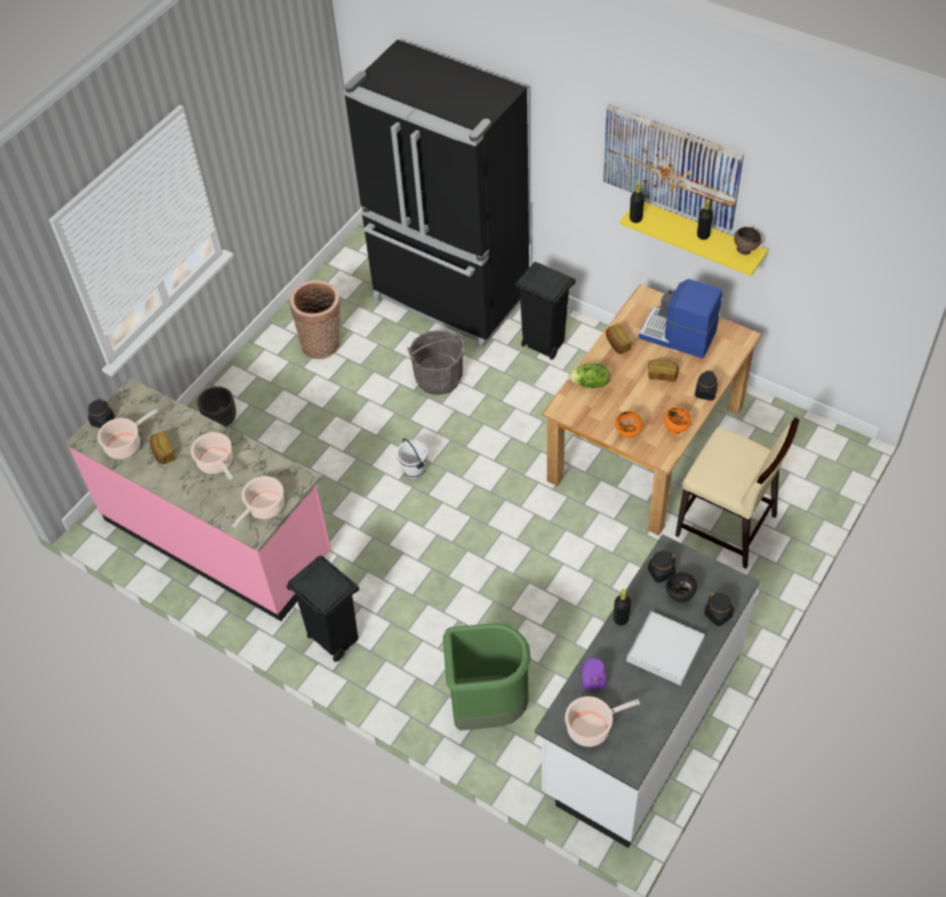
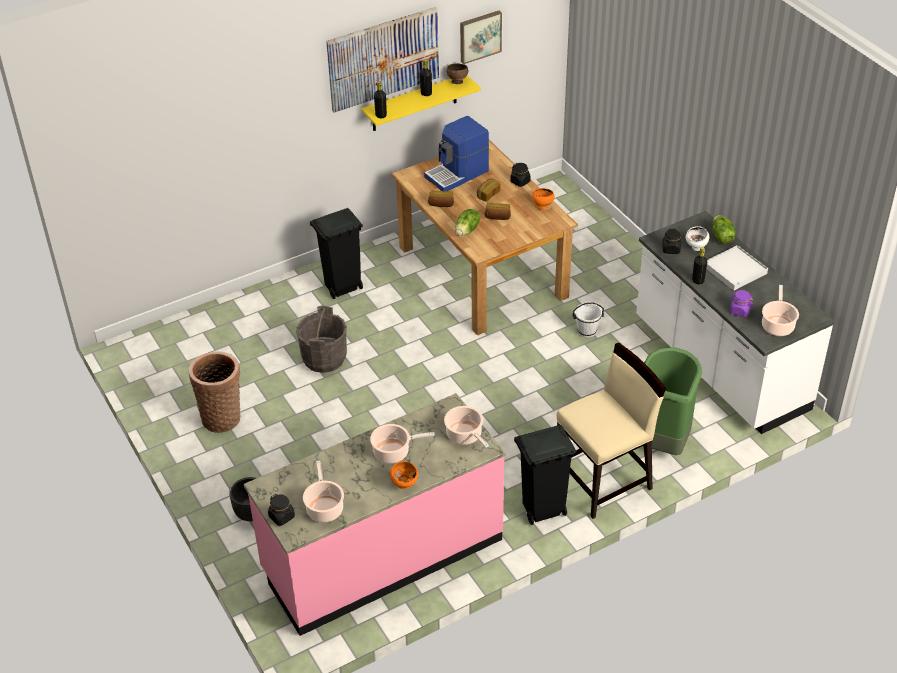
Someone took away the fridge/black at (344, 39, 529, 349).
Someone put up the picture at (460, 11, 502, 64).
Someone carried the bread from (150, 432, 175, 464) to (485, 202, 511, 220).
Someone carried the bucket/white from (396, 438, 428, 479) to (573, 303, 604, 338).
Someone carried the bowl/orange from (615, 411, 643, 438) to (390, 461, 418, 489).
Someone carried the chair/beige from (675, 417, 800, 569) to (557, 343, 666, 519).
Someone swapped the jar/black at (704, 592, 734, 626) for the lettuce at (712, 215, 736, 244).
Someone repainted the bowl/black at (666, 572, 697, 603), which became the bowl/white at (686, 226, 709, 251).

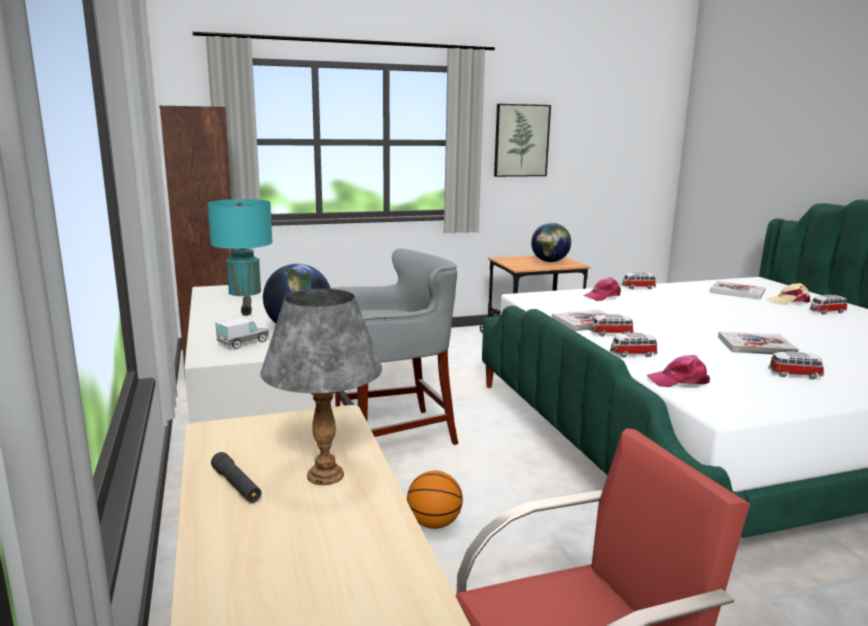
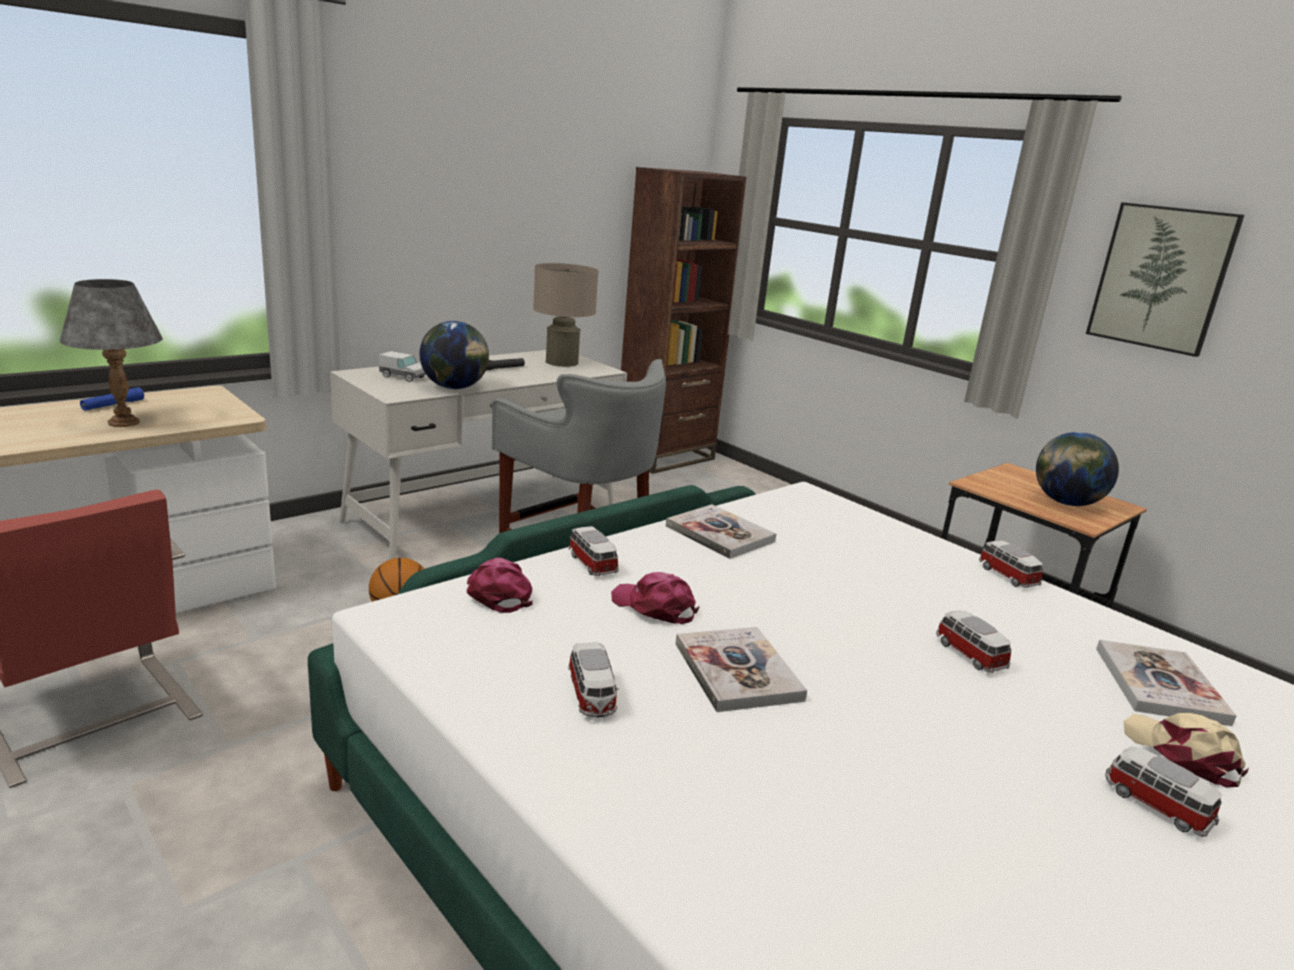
Someone carried the cap/pink from (583, 277, 621, 301) to (611, 572, 700, 624).
Someone carried the toy car from (590, 314, 634, 336) to (936, 610, 1011, 673).
Someone repainted the table lamp/turquoise at (207, 199, 273, 296), which became the table lamp/beige at (533, 263, 599, 367).
Someone repainted the flashlight/black at (211, 452, 262, 503), which became the flashlight/blue at (80, 387, 144, 411).

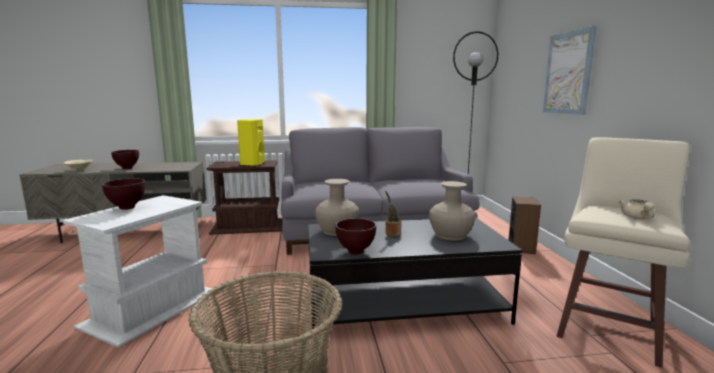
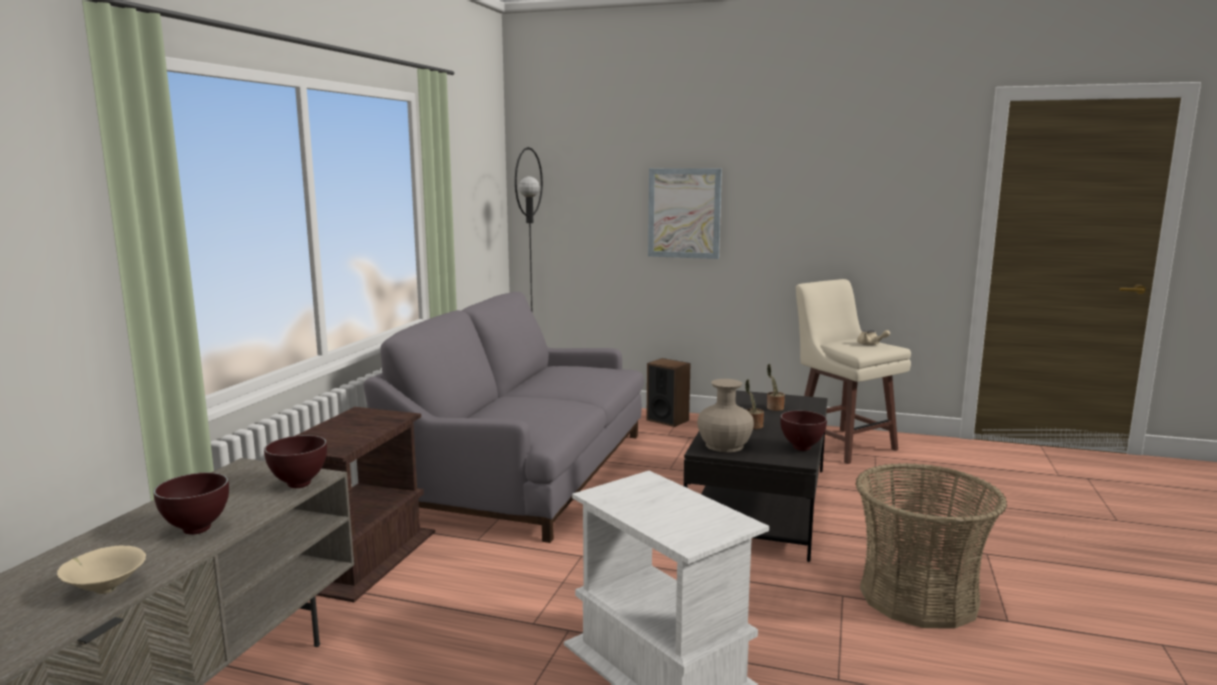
Someone took away the speaker/yellow at (237, 119, 265, 166).
Someone carried the bowl/brown from (102, 178, 145, 210) to (264, 435, 327, 488).
Someone swapped the vase/beige at (429, 181, 476, 240) for the potted plant at (767, 364, 785, 411).

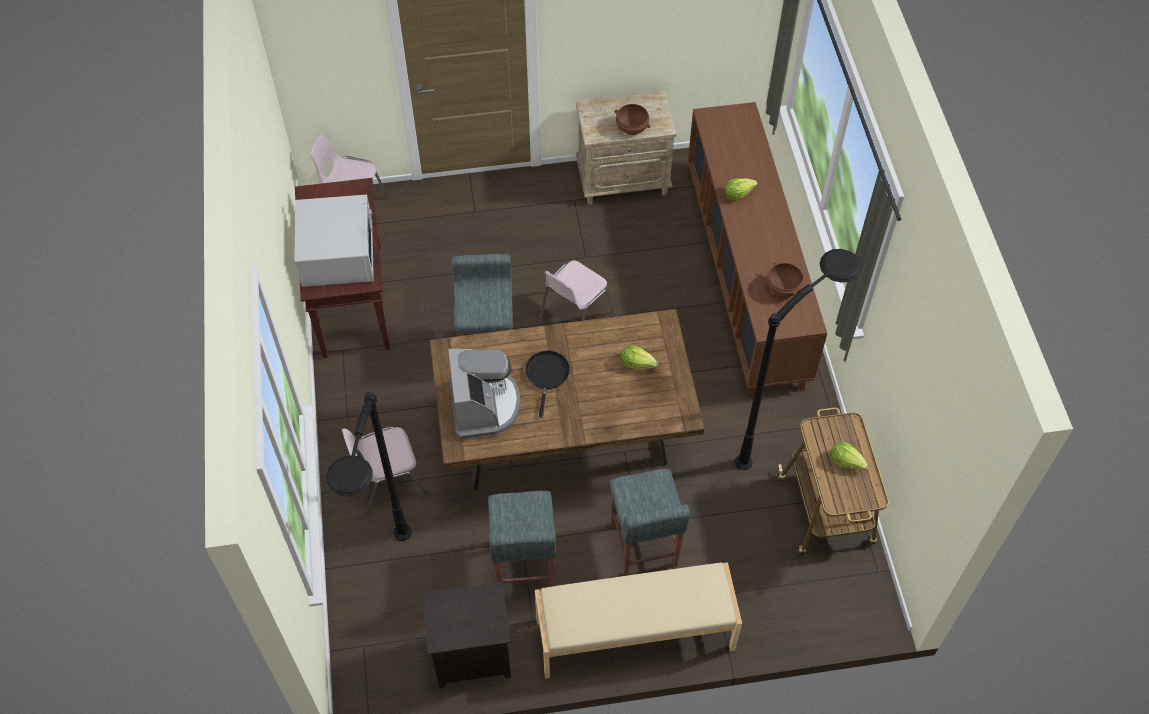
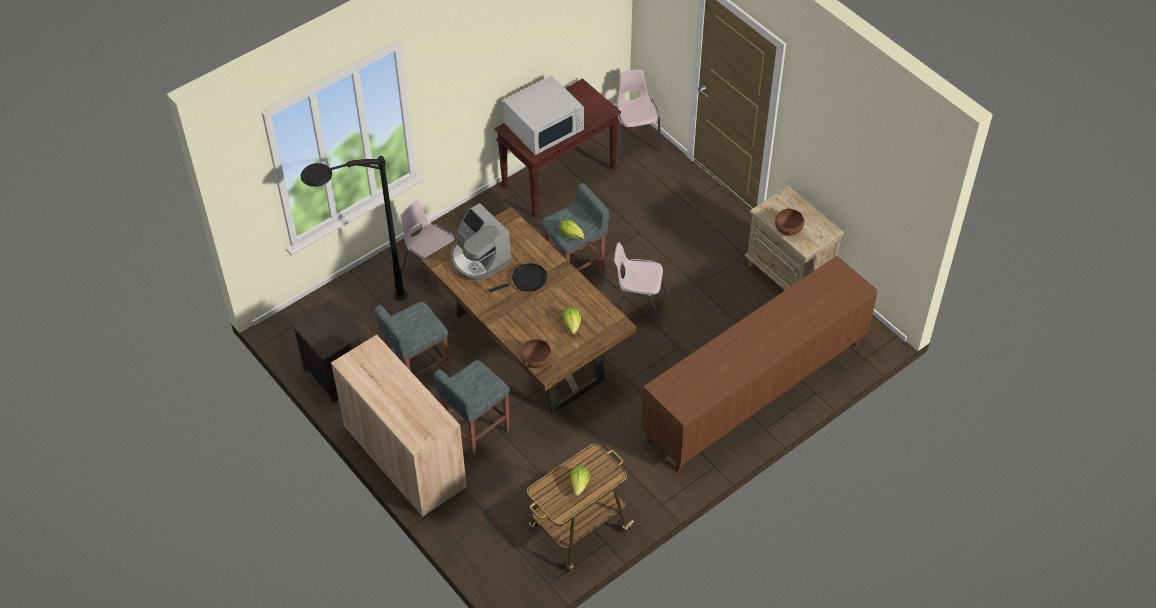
Someone took away the floor lamp/black at (735, 249, 862, 470).
Someone carried the lettuce from (724, 178, 758, 201) to (559, 219, 585, 239).
Someone carried the bowl/brown from (767, 262, 804, 297) to (520, 339, 552, 368).
Someone swapped the bench/beige at (535, 562, 742, 679) for the cabinet/beige at (331, 335, 467, 517).
Someone rotated the coffee machine at (448, 349, 521, 439) by 90 degrees clockwise.

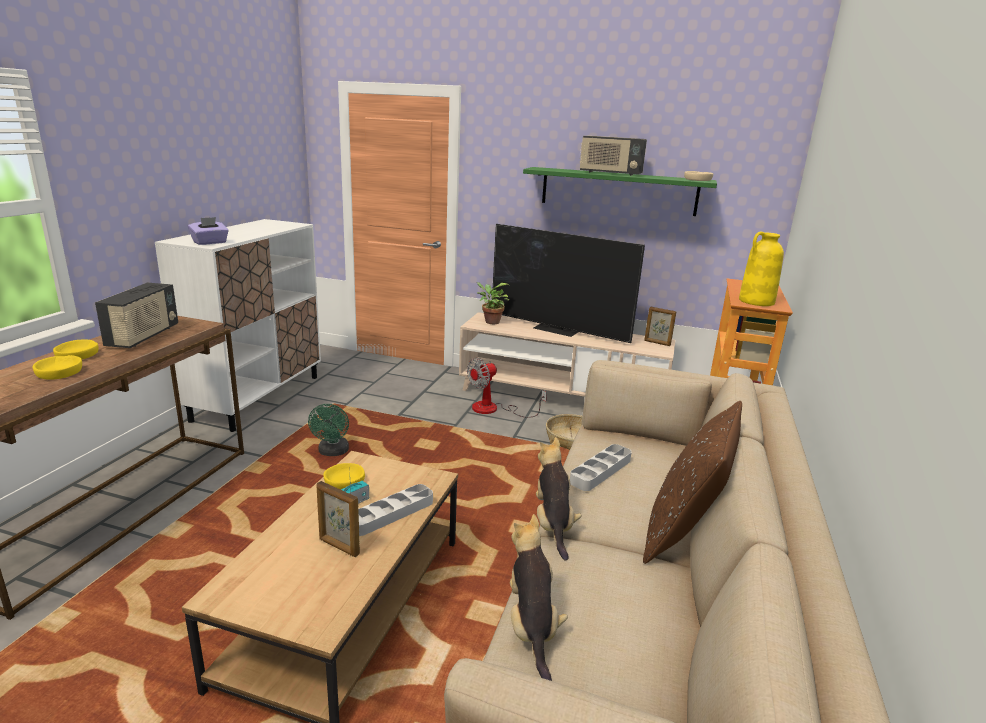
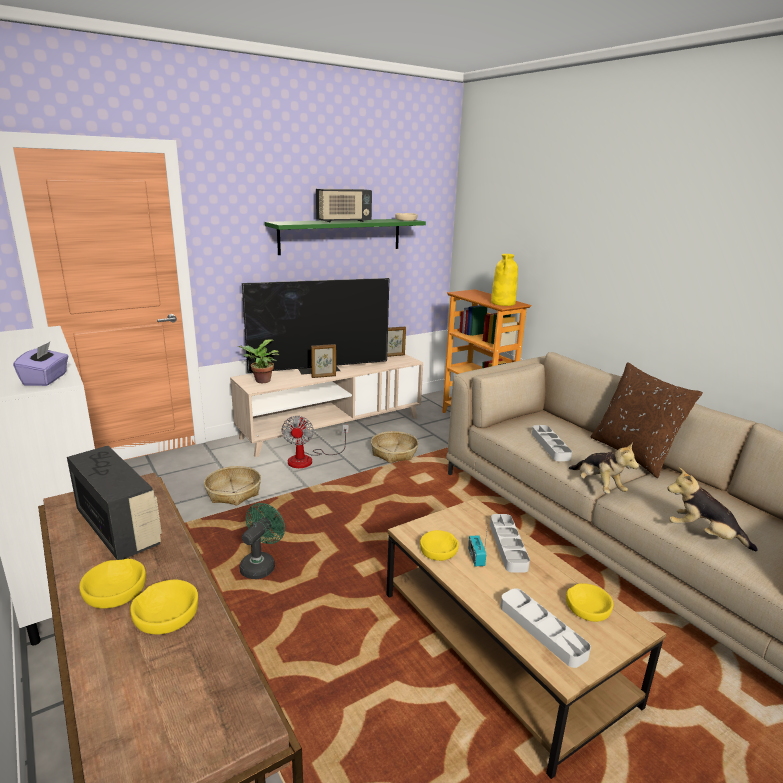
Someone put down the basket at (204, 466, 261, 506).
Someone put down the tray/grey at (500, 588, 591, 668).
Someone put down the bowl/yellow at (566, 583, 613, 622).
Someone carried the picture frame from (316, 481, 360, 557) to (311, 344, 336, 378).
Someone rotated the fan/green at (308, 404, 349, 456) by 105 degrees counterclockwise.
Someone rotated the plush toy at (536, 437, 582, 561) by 150 degrees counterclockwise.

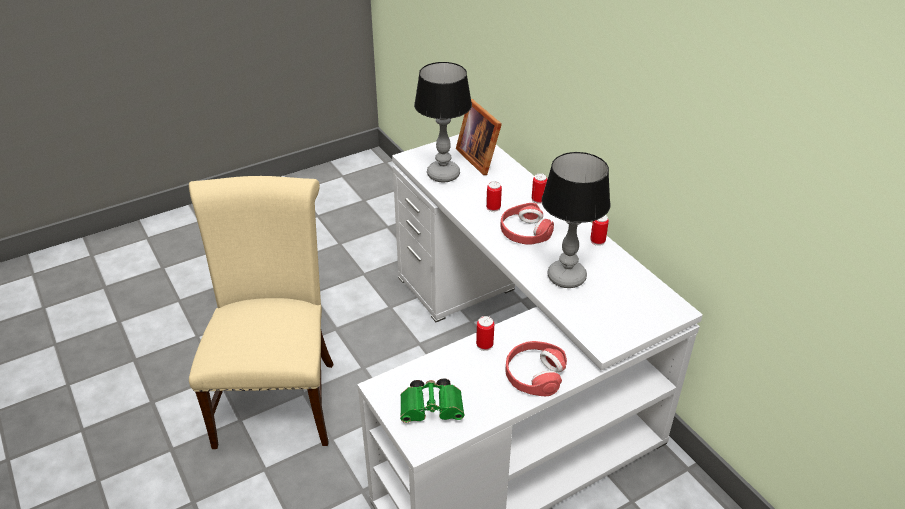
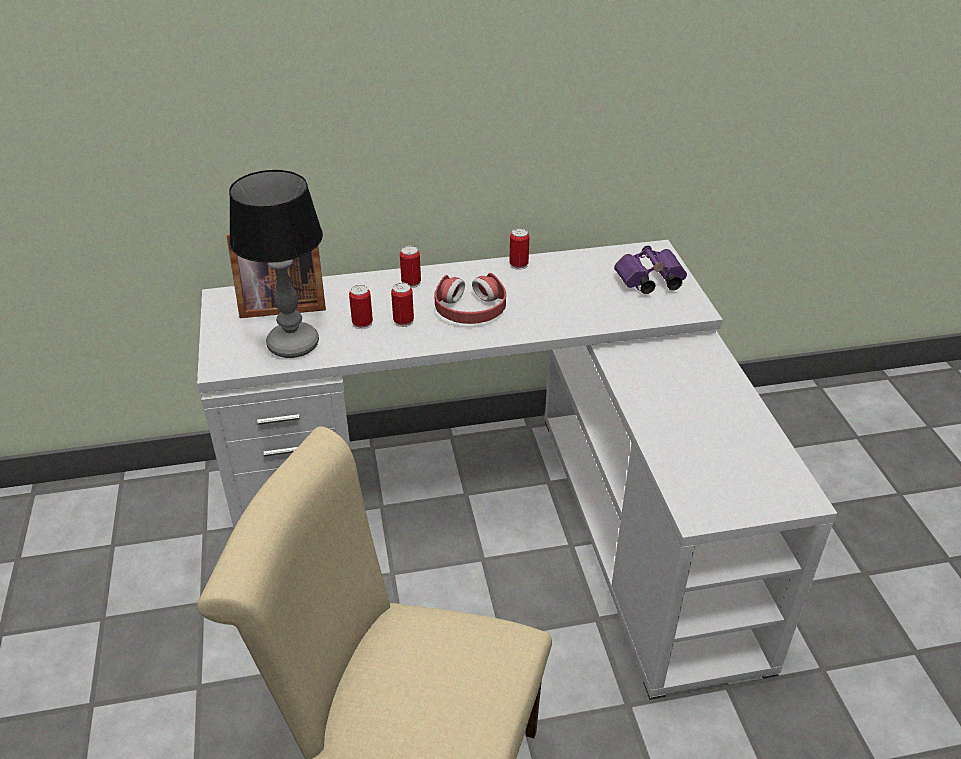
Someone took away the binoculars/green at (400, 378, 465, 423).
Someone took away the headphones/red at (505, 341, 567, 396).
Someone took away the table lamp at (542, 152, 611, 288).
Someone put down the binoculars/purple at (614, 245, 687, 294).
Someone carried the can from (476, 316, 494, 351) to (349, 285, 373, 329).

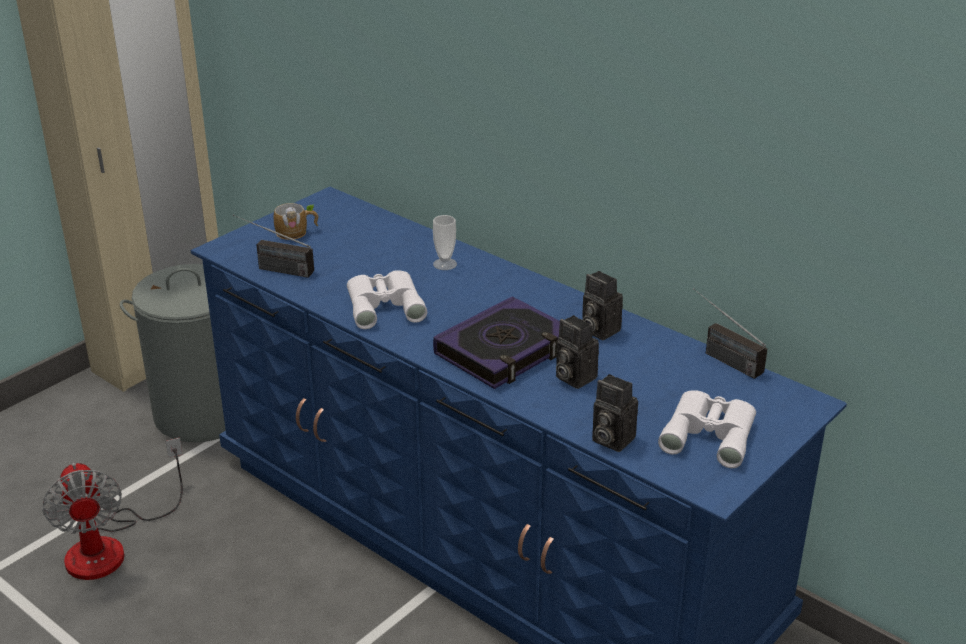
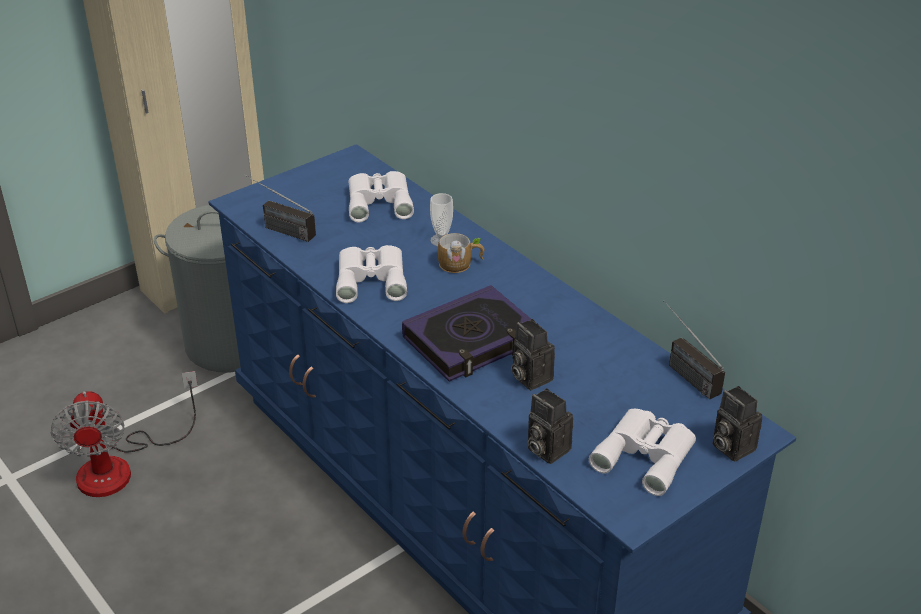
Someone put down the binoculars/white at (349, 171, 414, 222).
Someone carried the mug from (274, 203, 318, 240) to (438, 233, 484, 273).
Someone carried the photo camera from (582, 271, 623, 340) to (712, 386, 762, 462).

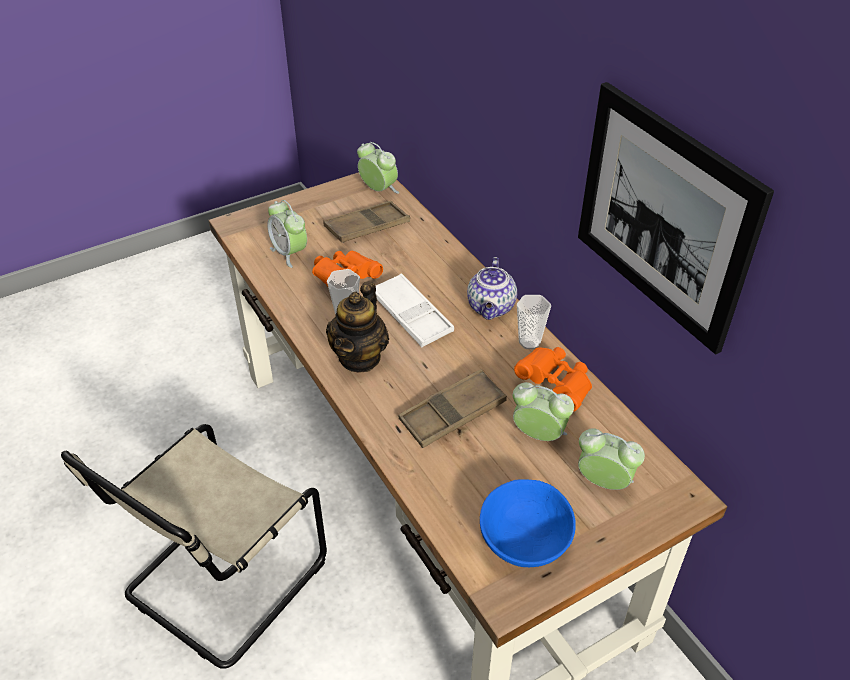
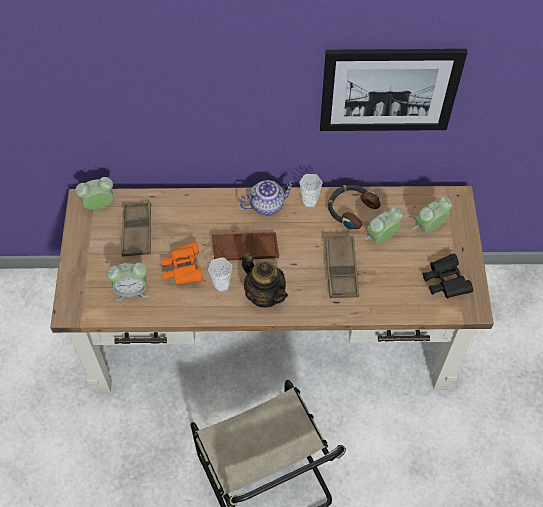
Someone swapped the bowl/blue at (480, 479, 576, 567) for the binoculars/black at (423, 254, 473, 299).
Someone swapped the binoculars/orange at (514, 347, 592, 412) for the headphones at (328, 185, 381, 230).
Someone repainted the tray/white at (375, 273, 454, 347), which became the tray/brown at (212, 232, 279, 260).
Someone rotated the teapot at (467, 257, 517, 320) by 60 degrees counterclockwise.

